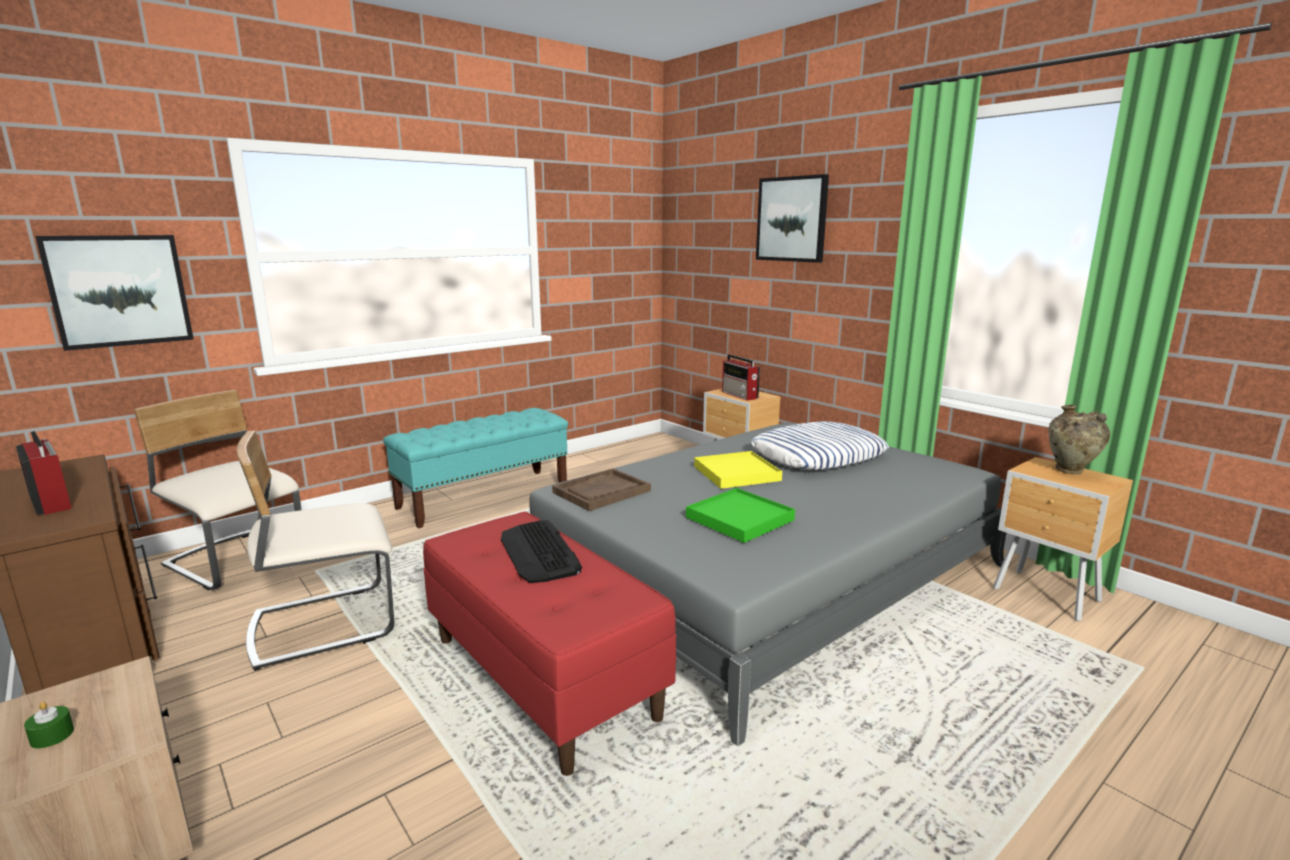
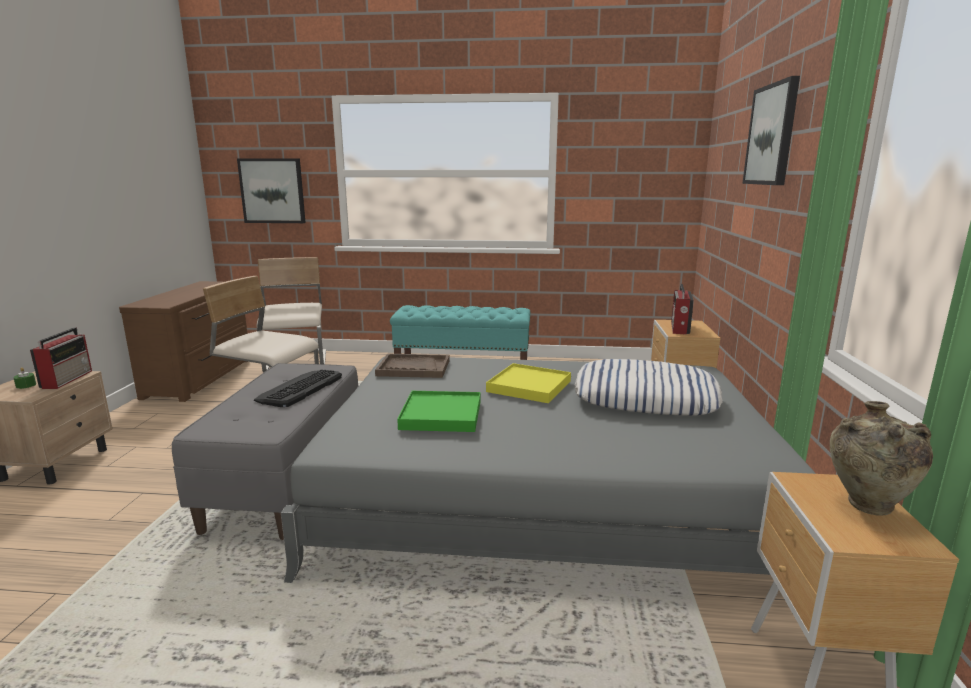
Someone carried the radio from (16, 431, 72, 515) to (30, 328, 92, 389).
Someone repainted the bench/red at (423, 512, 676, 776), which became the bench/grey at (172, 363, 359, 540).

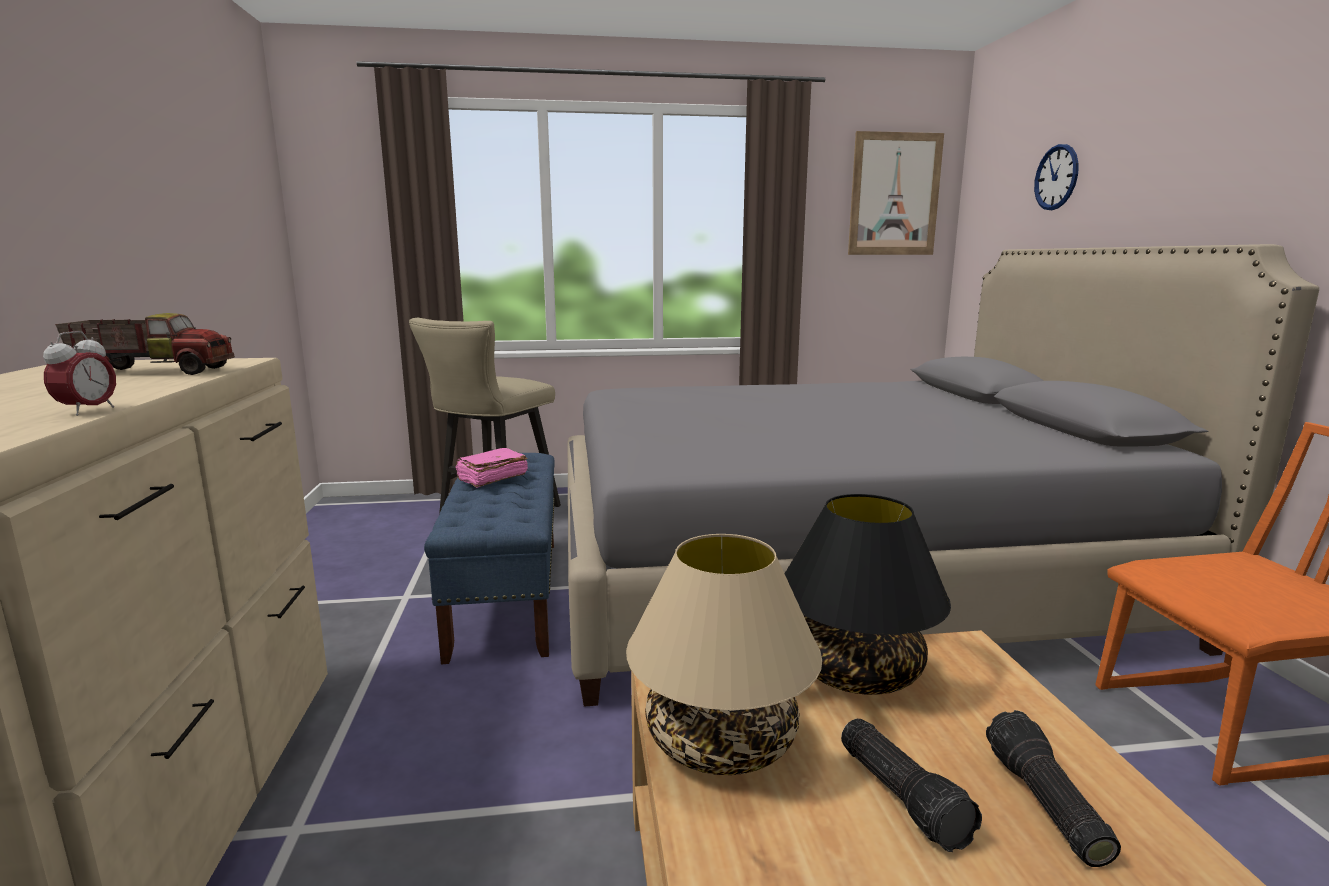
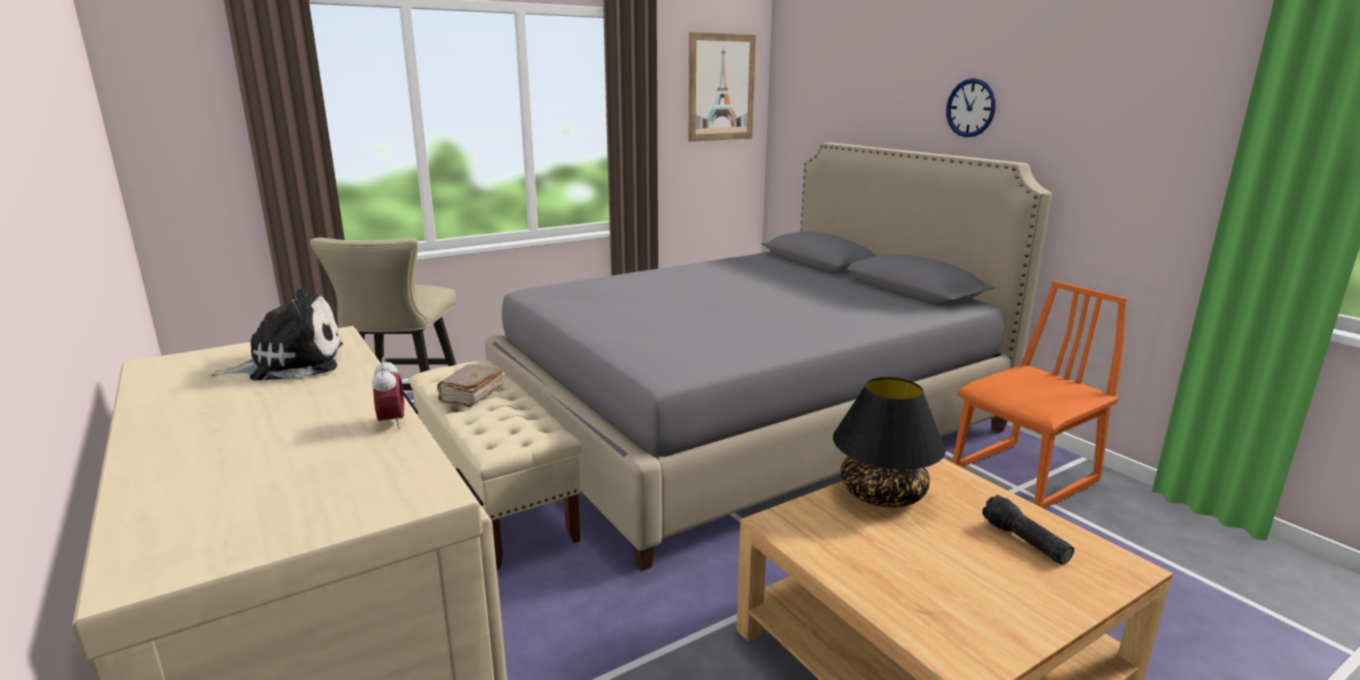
Someone took away the table lamp/beige at (626, 534, 822, 775).
Someone took away the flashlight at (841, 719, 982, 852).
Someone carried the wall clock from (1034, 144, 1079, 210) to (946, 78, 996, 137).
Someone swapped the toy truck at (55, 313, 235, 375) for the plush toy at (211, 289, 343, 380).
Someone repainted the bench/blue at (424, 453, 555, 664), which became the bench/beige at (409, 361, 581, 570).
Someone repainted the book/pink at (455, 448, 528, 488), which became the book/brown at (437, 364, 504, 407).

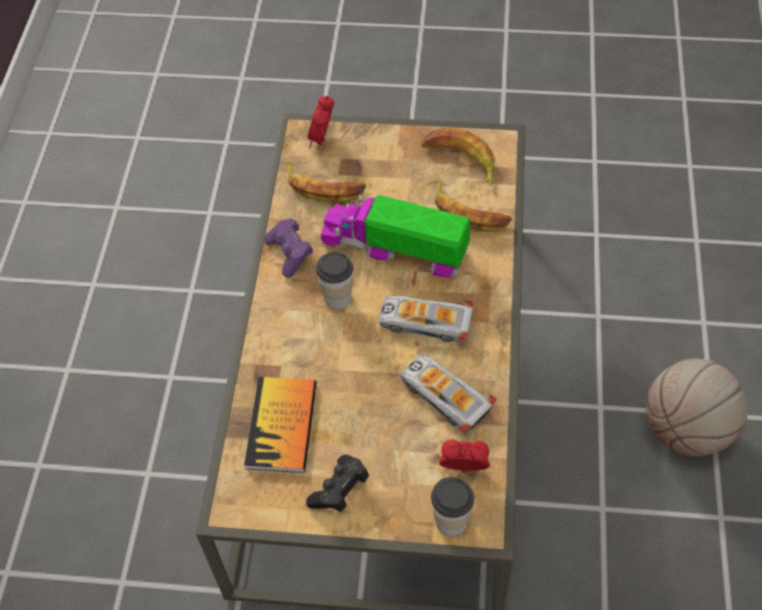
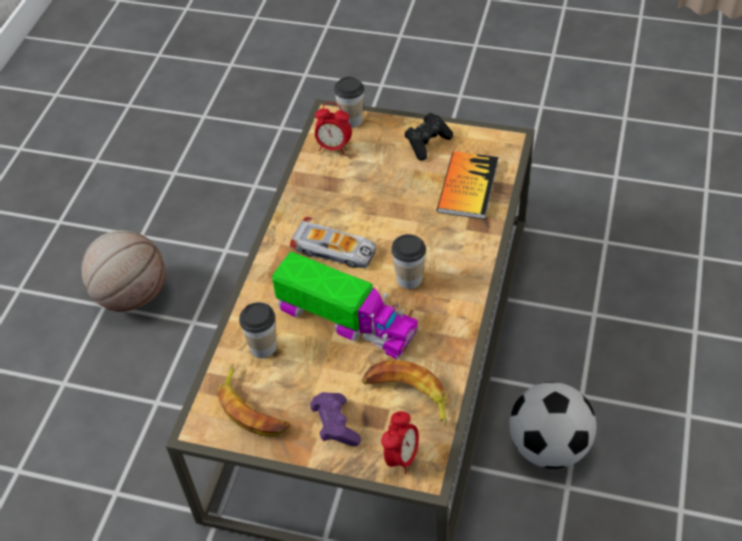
Someone took away the toy car at (401, 354, 497, 433).
Someone put down the football at (509, 382, 596, 469).
Someone carried the game controller/purple from (264, 218, 313, 278) to (310, 392, 361, 446).
Someone swapped the banana at (434, 176, 512, 232) for the cup at (239, 302, 277, 358).

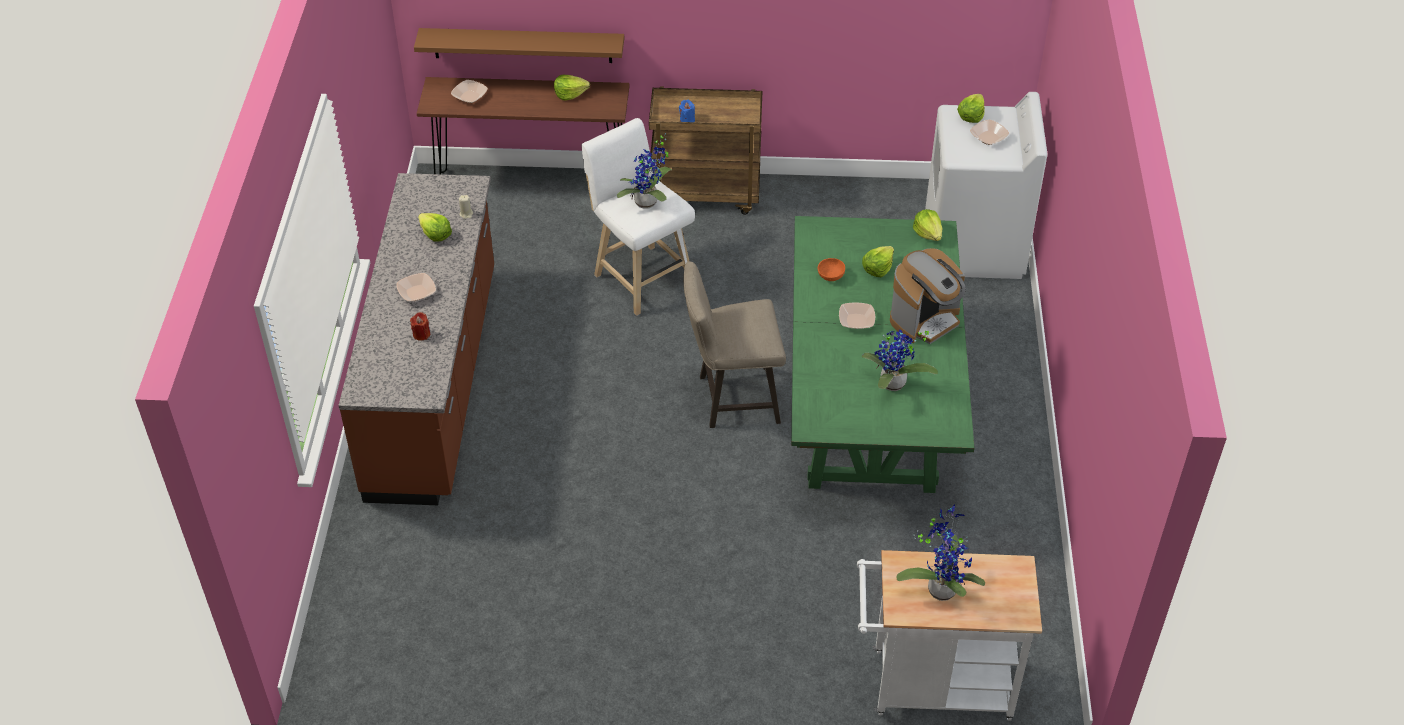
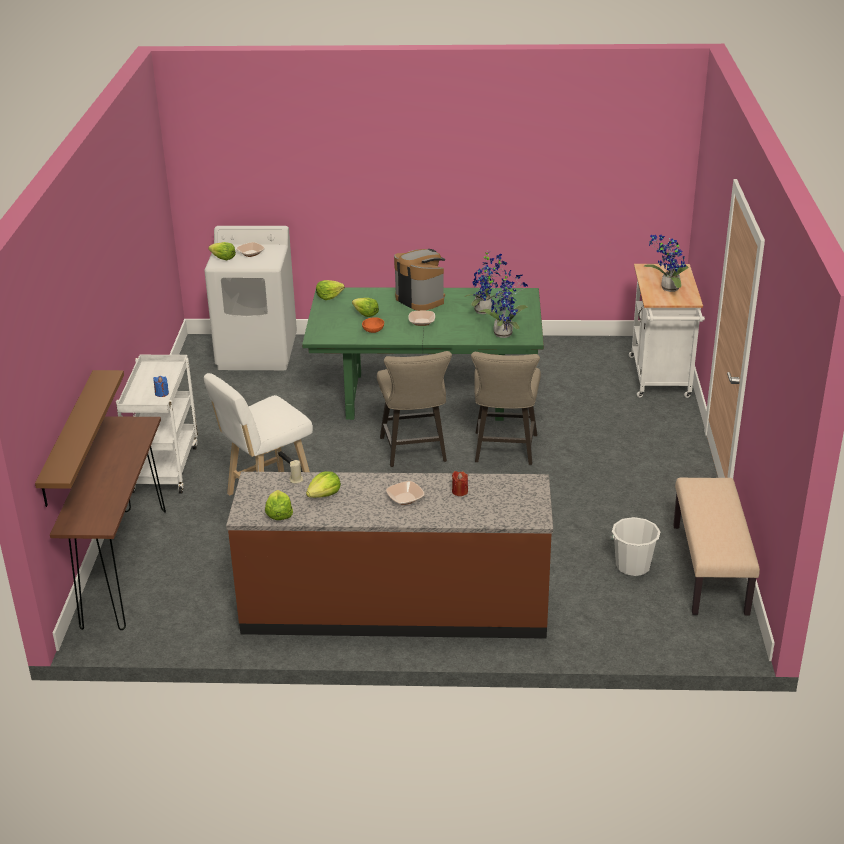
Someone took away the bowl at (451, 80, 488, 103).
Someone put down the stool/beige at (471, 352, 541, 465).
Someone put down the bucket/white at (610, 517, 661, 576).
Someone put down the bench/beige at (673, 477, 760, 615).
Someone carried the lettuce from (554, 75, 590, 100) to (265, 490, 293, 520).
Someone carried the potted plant from (617, 133, 672, 209) to (479, 270, 528, 338).
Someone repainted the cart/brown at (649, 87, 762, 215), which became the cart/white at (116, 355, 198, 493).

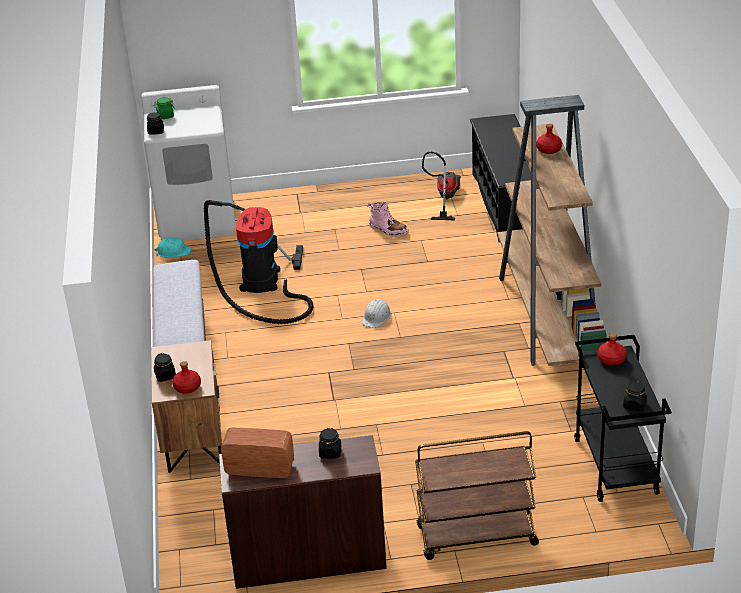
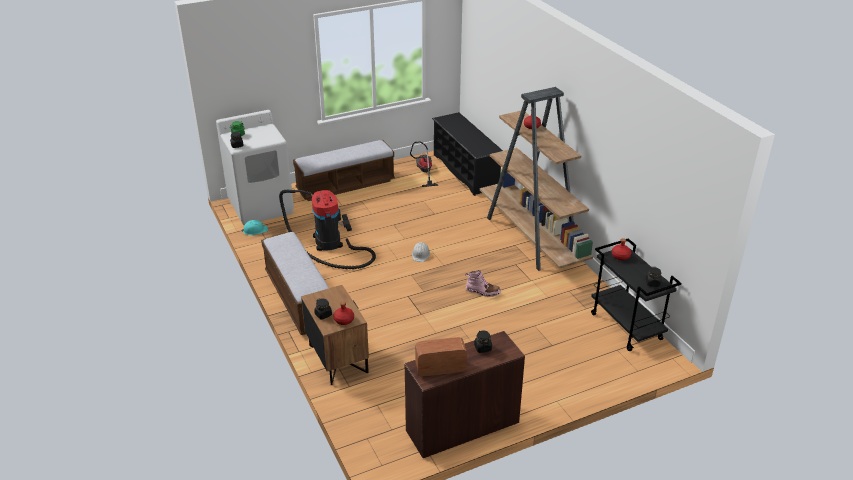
Someone took away the cart/brown at (415, 431, 539, 560).
Someone put down the bench at (293, 140, 395, 201).
Someone carried the boot/pink from (367, 202, 408, 237) to (465, 270, 501, 297).

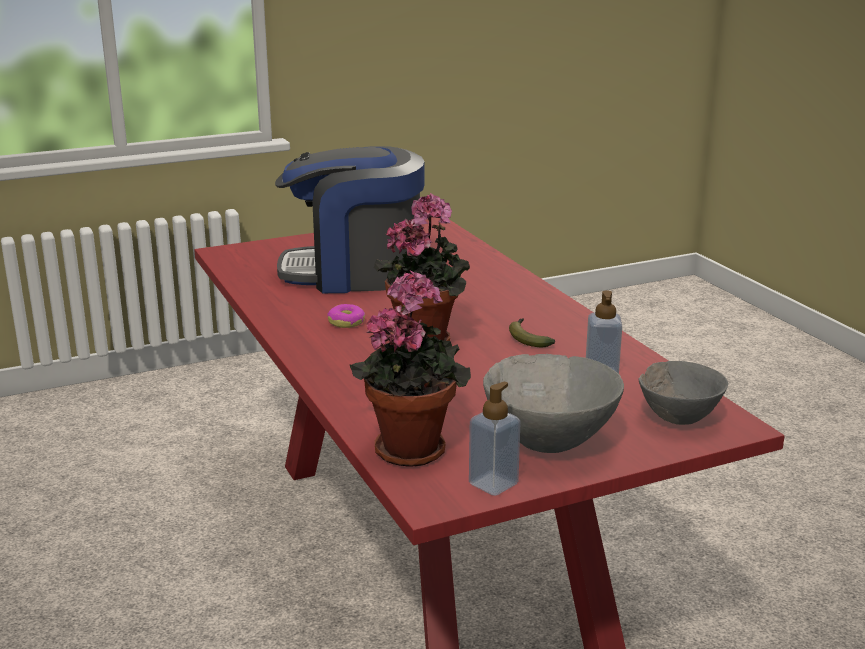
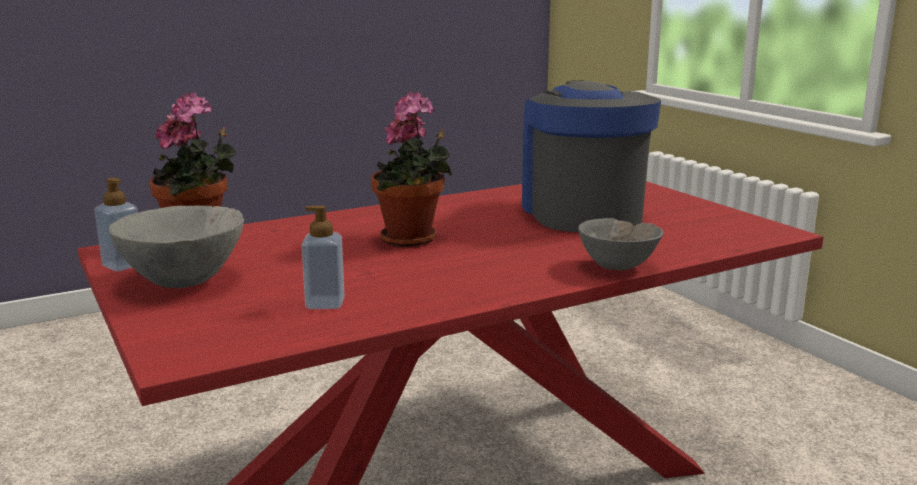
Someone took away the donut at (327, 304, 365, 328).
Someone took away the banana at (509, 318, 555, 347).
Someone carried the bowl/grey from (639, 361, 728, 425) to (578, 218, 663, 270).

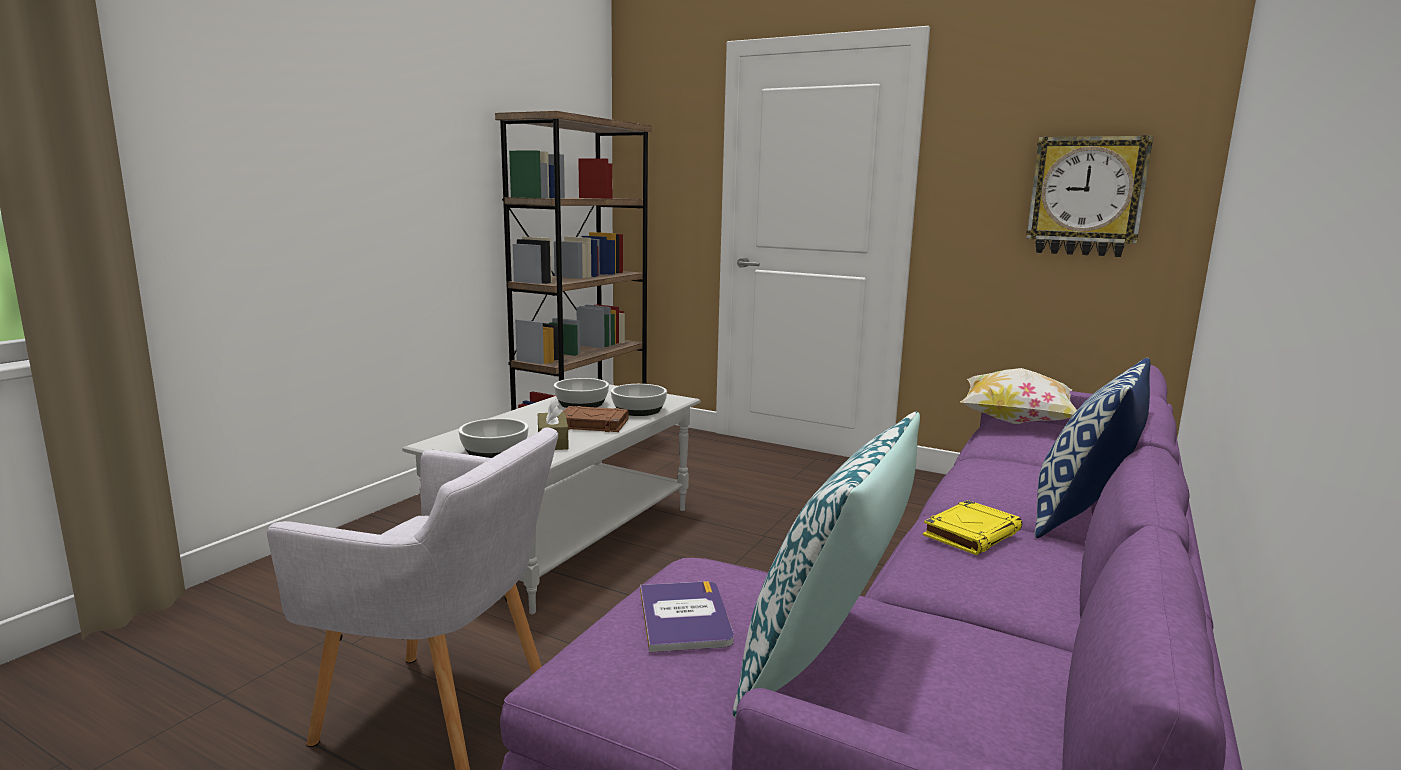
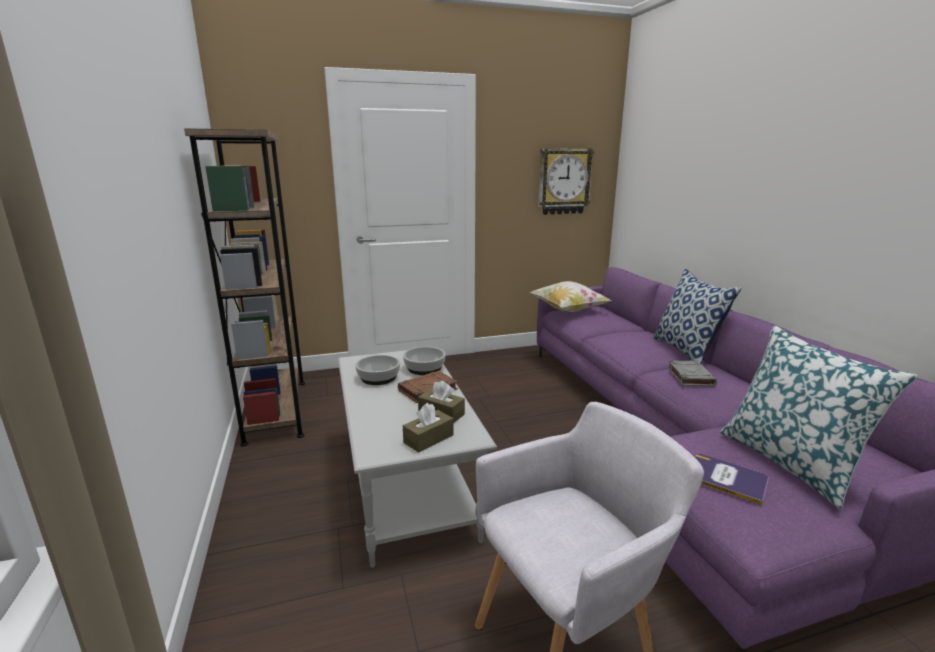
Someone swapped the bowl at (458, 418, 529, 458) for the tissue box/brown at (403, 403, 454, 453).
Someone repainted the book/yellow at (923, 500, 1023, 555), which became the book/grey at (667, 360, 717, 386).

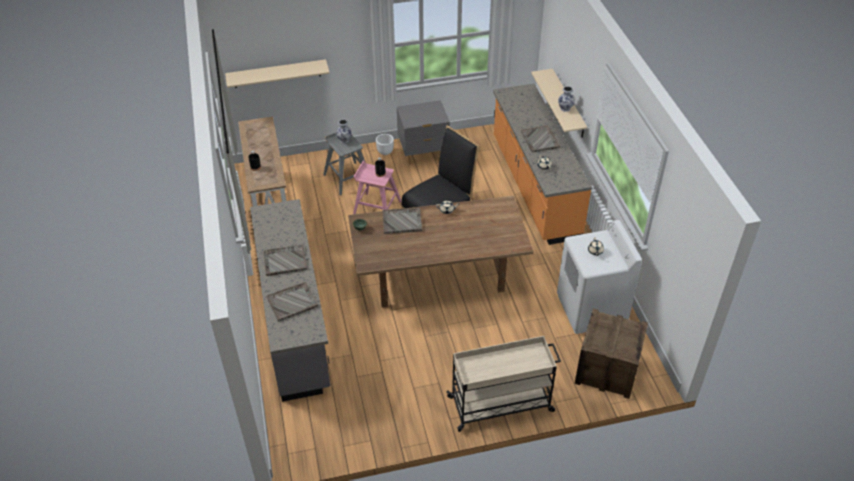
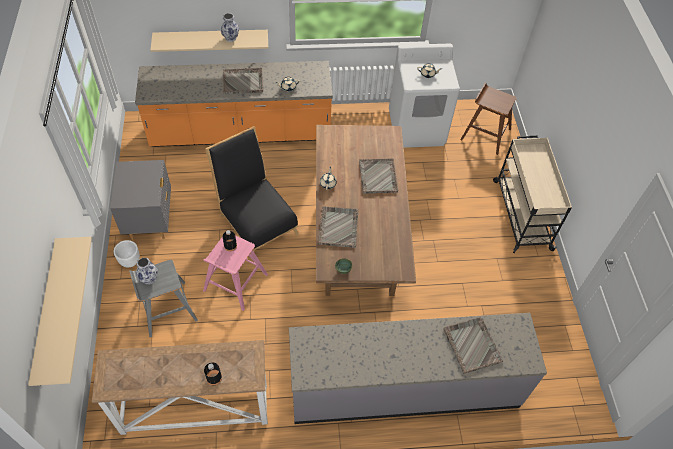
Someone carried the tray/grey from (263, 245, 307, 276) to (359, 158, 398, 194).
Someone swapped the crate at (575, 308, 648, 399) for the stool/brown at (460, 82, 516, 155).

